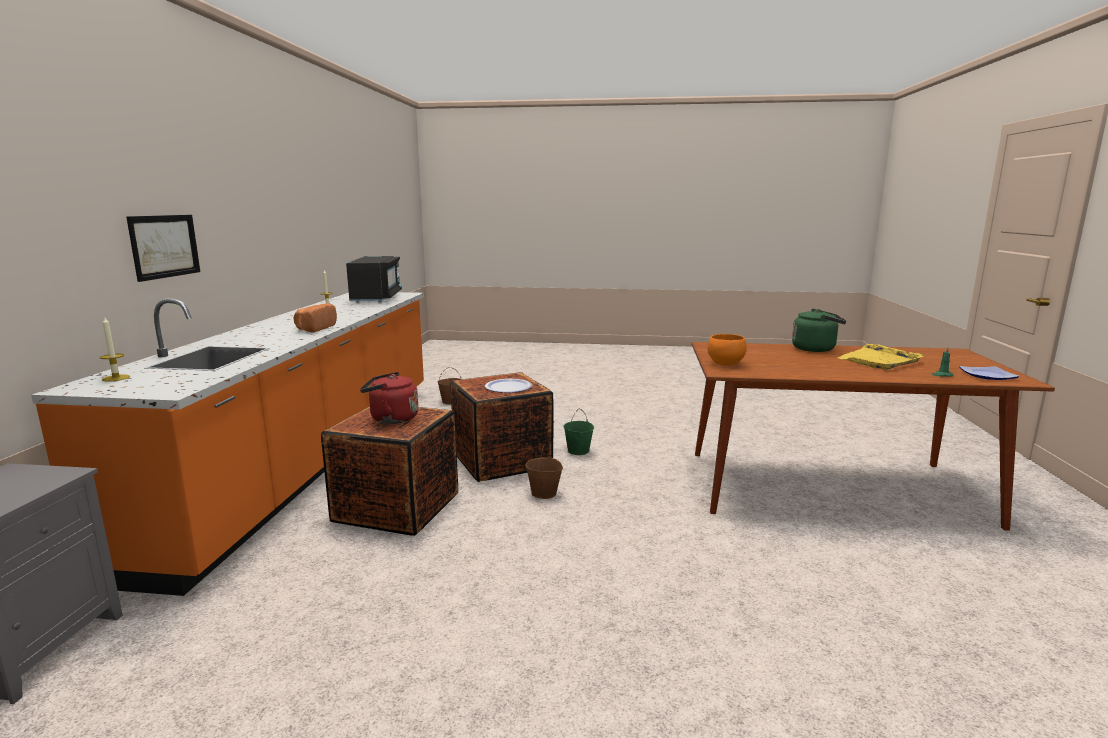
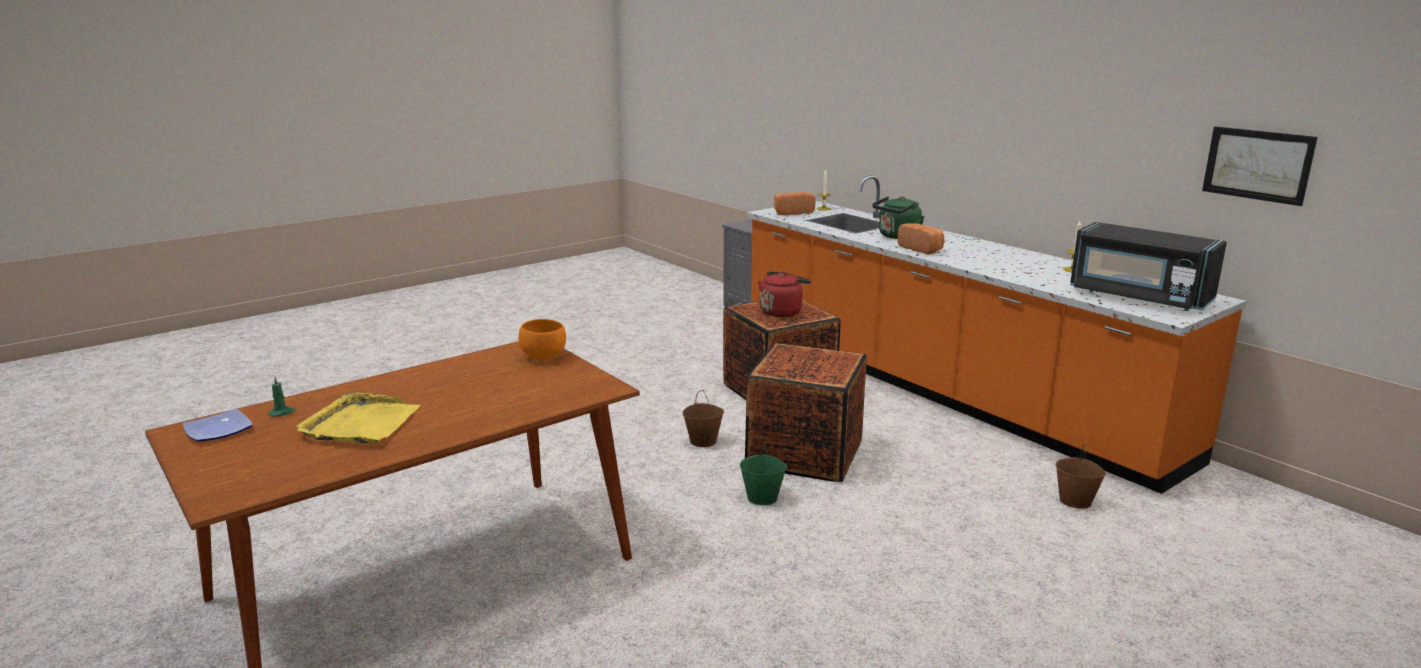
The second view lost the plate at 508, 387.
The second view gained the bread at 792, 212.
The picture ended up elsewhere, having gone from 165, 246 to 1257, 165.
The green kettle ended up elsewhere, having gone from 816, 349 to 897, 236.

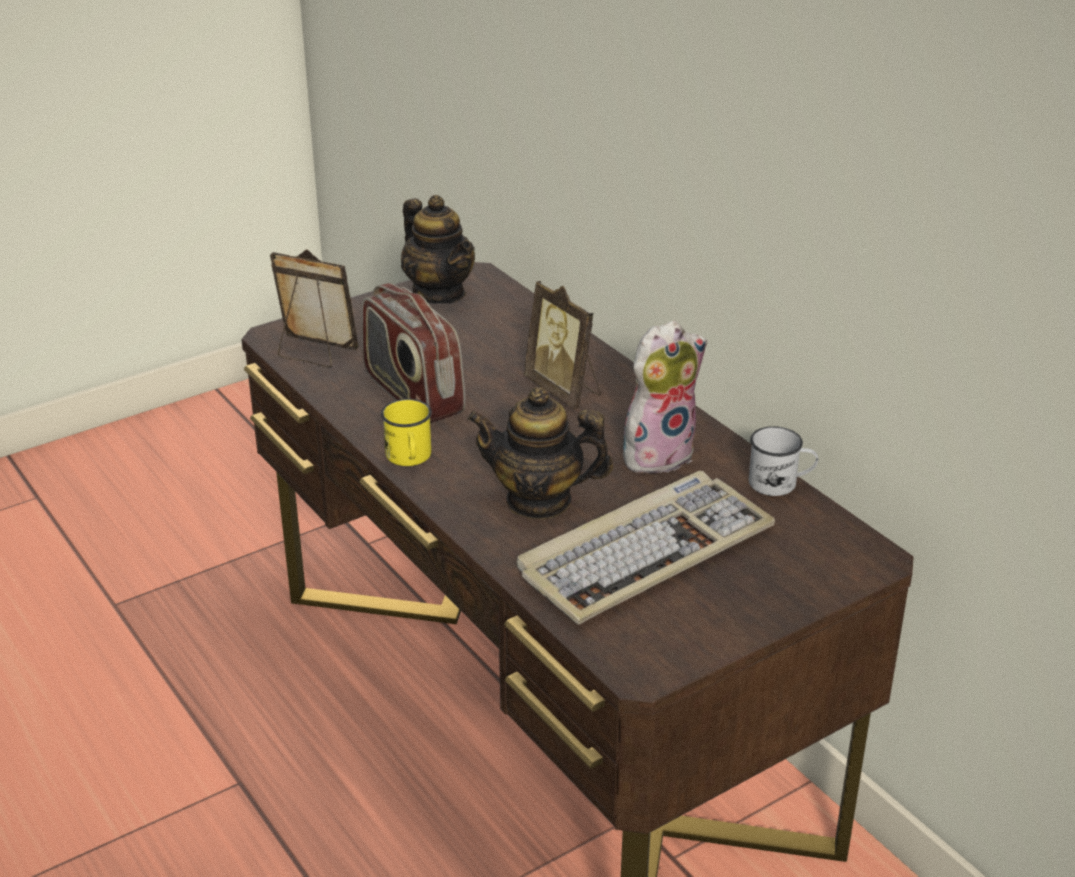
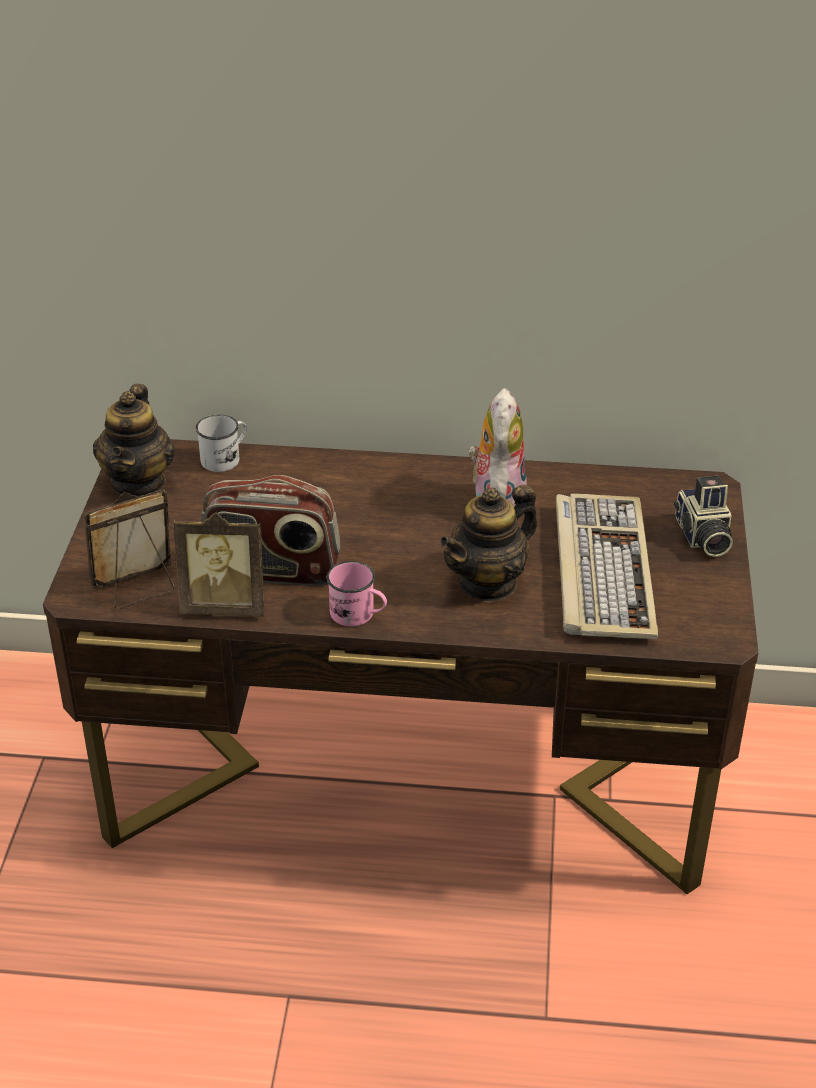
The second view gained the photo camera at 702, 537.
The picture frame ended up elsewhere, having gone from 565, 390 to 225, 606.
The white mug ended up elsewhere, having gone from 780, 483 to 225, 458.
What was the yellow mug at 409, 458 turned into the pink mug at 358, 615.
The teapot at 439, 293 ended up facing another way, 90 degrees clockwise from before.

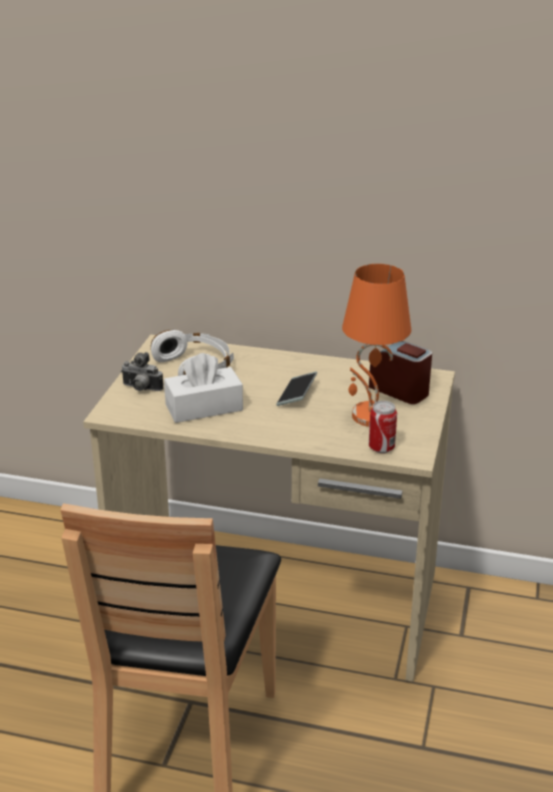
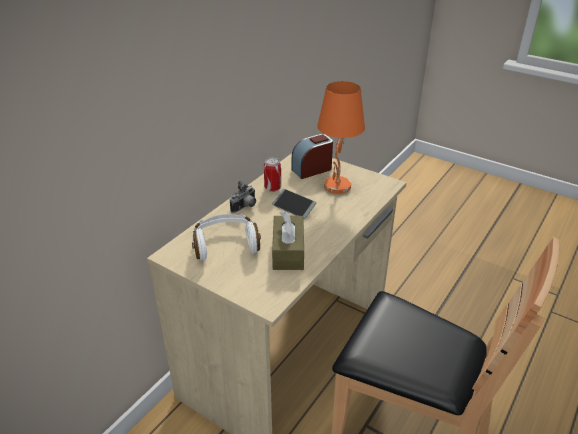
The photo camera ended up elsewhere, having gone from 141, 389 to 245, 207.
The can ended up elsewhere, having gone from 381, 448 to 272, 188.
What was the white tissue box at 204, 407 turned into the brown tissue box at 288, 251.

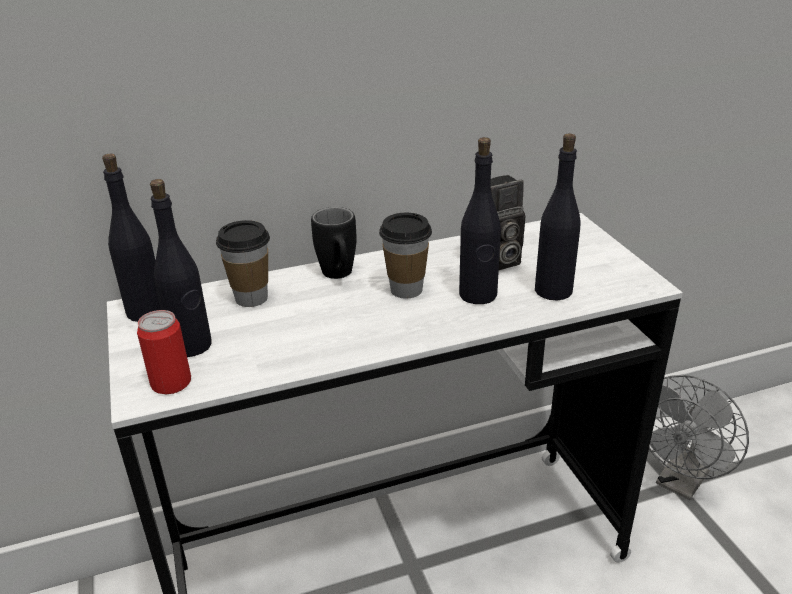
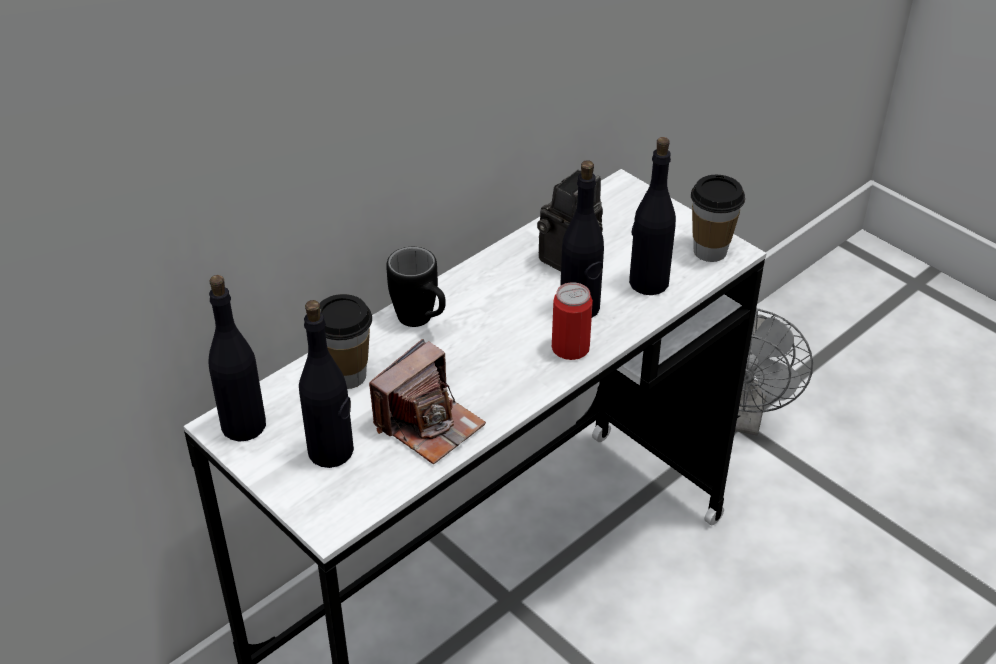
The second view gained the photo camera at 429, 424.
The can ended up elsewhere, having gone from 171, 383 to 570, 348.
The cup ended up elsewhere, having gone from 406, 290 to 710, 251.

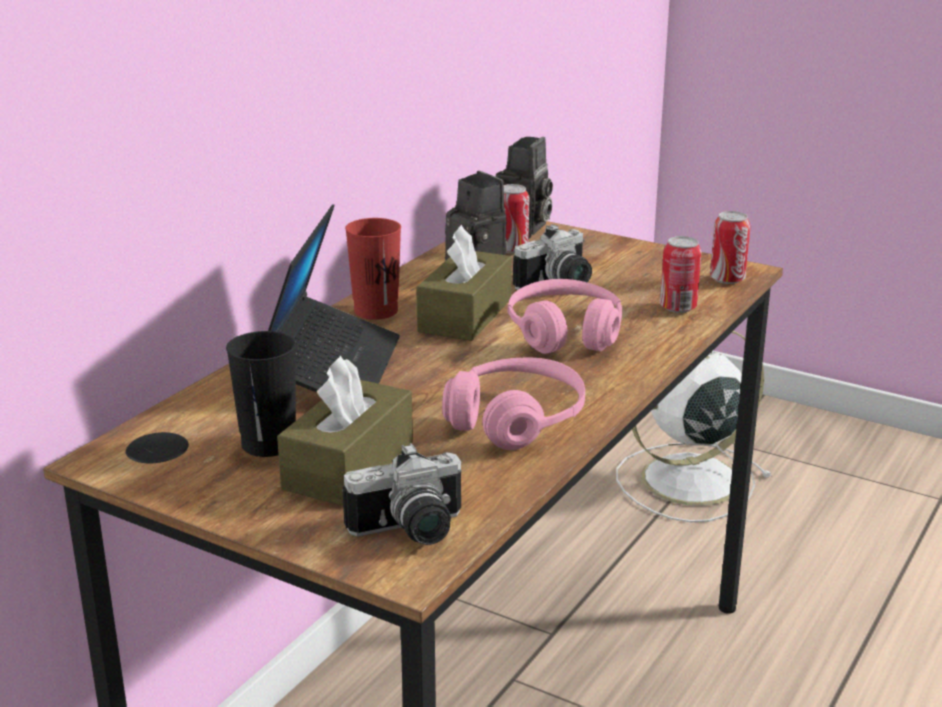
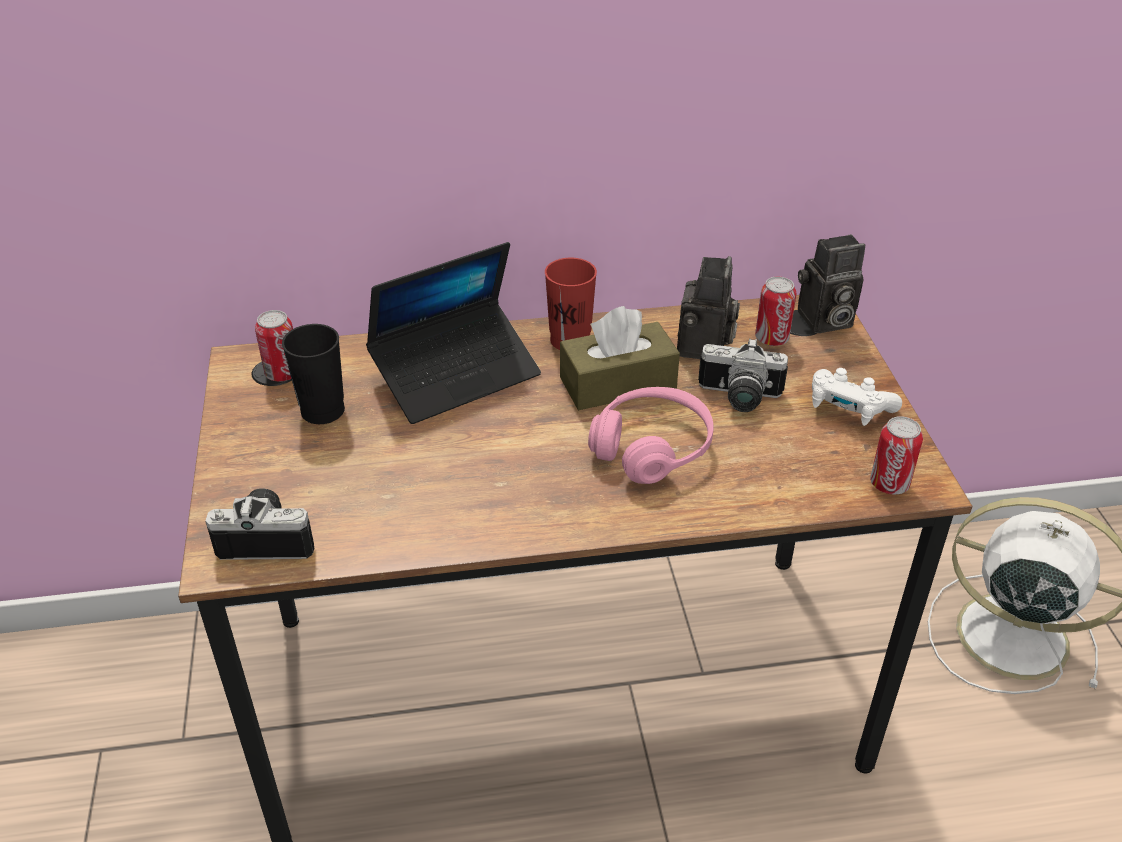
The second view lost the brown tissue box at 349, 465.
The second view lost the pink headphones at 515, 420.
The second view gained the white game controller at 848, 408.
The can ended up elsewhere, having gone from 678, 308 to 283, 373.
The photo camera at 411, 532 ended up facing another way, 150 degrees clockwise from before.

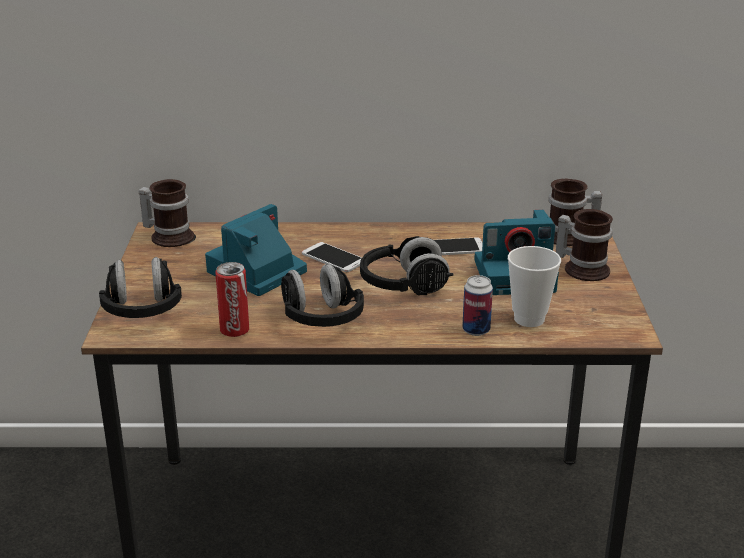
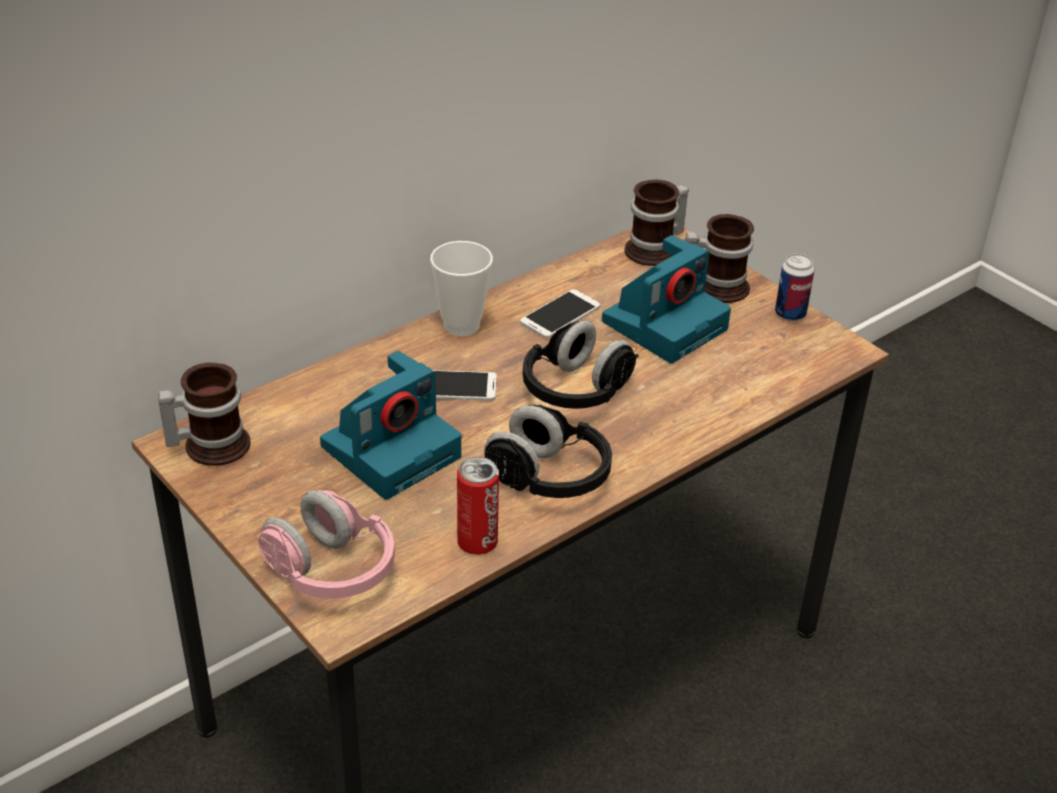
The can ended up elsewhere, having gone from 476, 330 to 790, 314.
The cup ended up elsewhere, having gone from 529, 319 to 461, 325.
What was the black headphones at 142, 310 turned into the pink headphones at 330, 570.
The photo camera at 256, 273 ended up facing another way, 135 degrees counterclockwise from before.

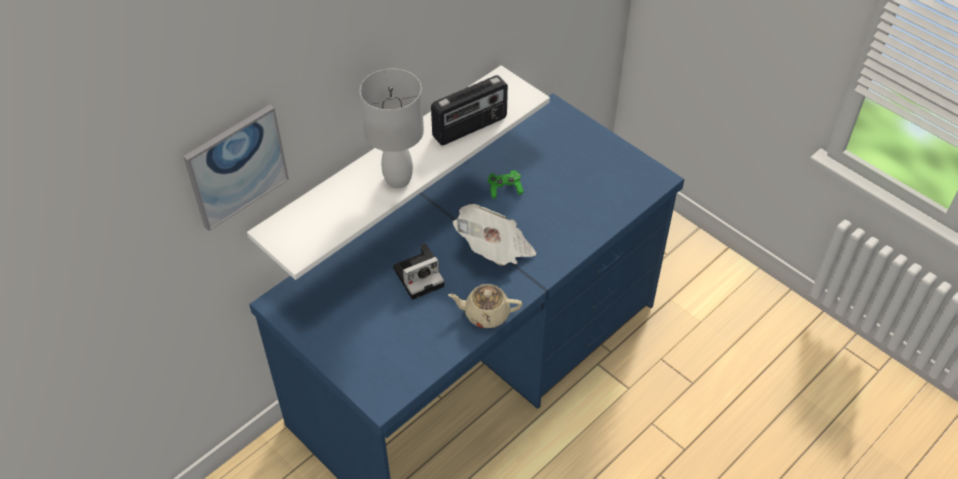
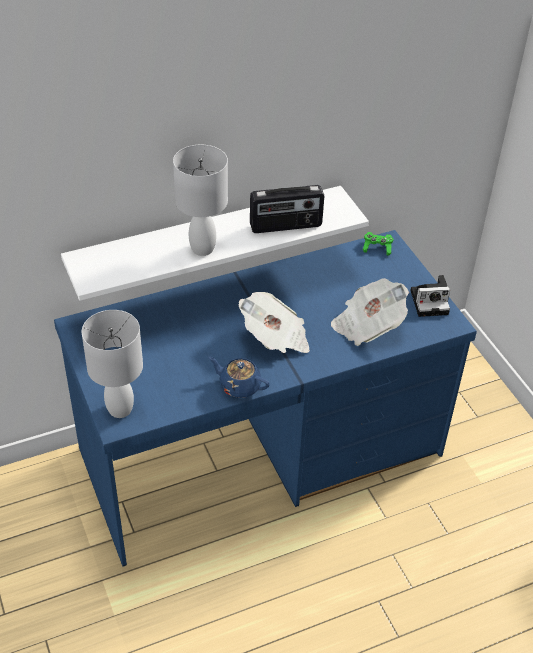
The second view lost the picture at 236, 166.
The second view gained the white table lamp at 119, 410.
The second view gained the newspaper at 367, 325.
The photo camera ended up elsewhere, having gone from 420, 276 to 430, 302.
The green game controller ended up elsewhere, having gone from 504, 189 to 377, 248.
What was the beige teapot at 485, 314 turned into the blue teapot at 239, 386.

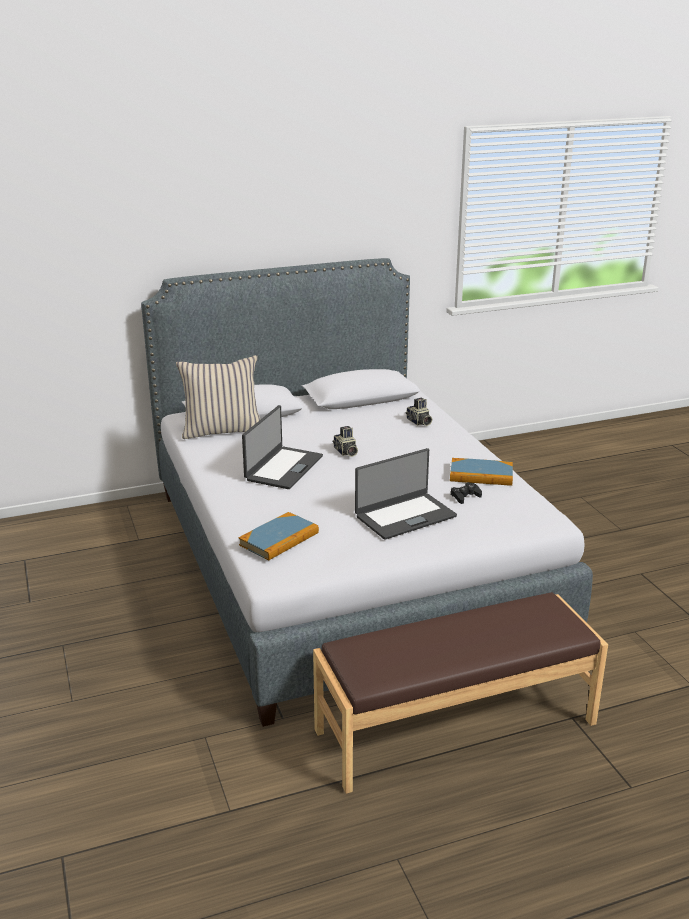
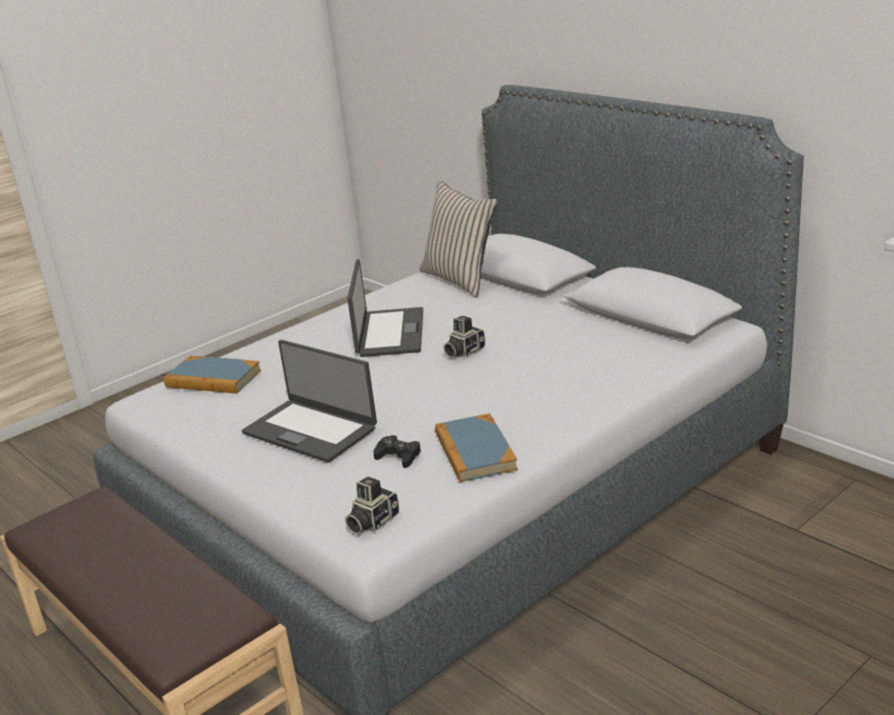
The photo camera ended up elsewhere, having gone from 419, 422 to 371, 522.
The laptop at 283, 468 ended up facing another way, 90 degrees counterclockwise from before.

